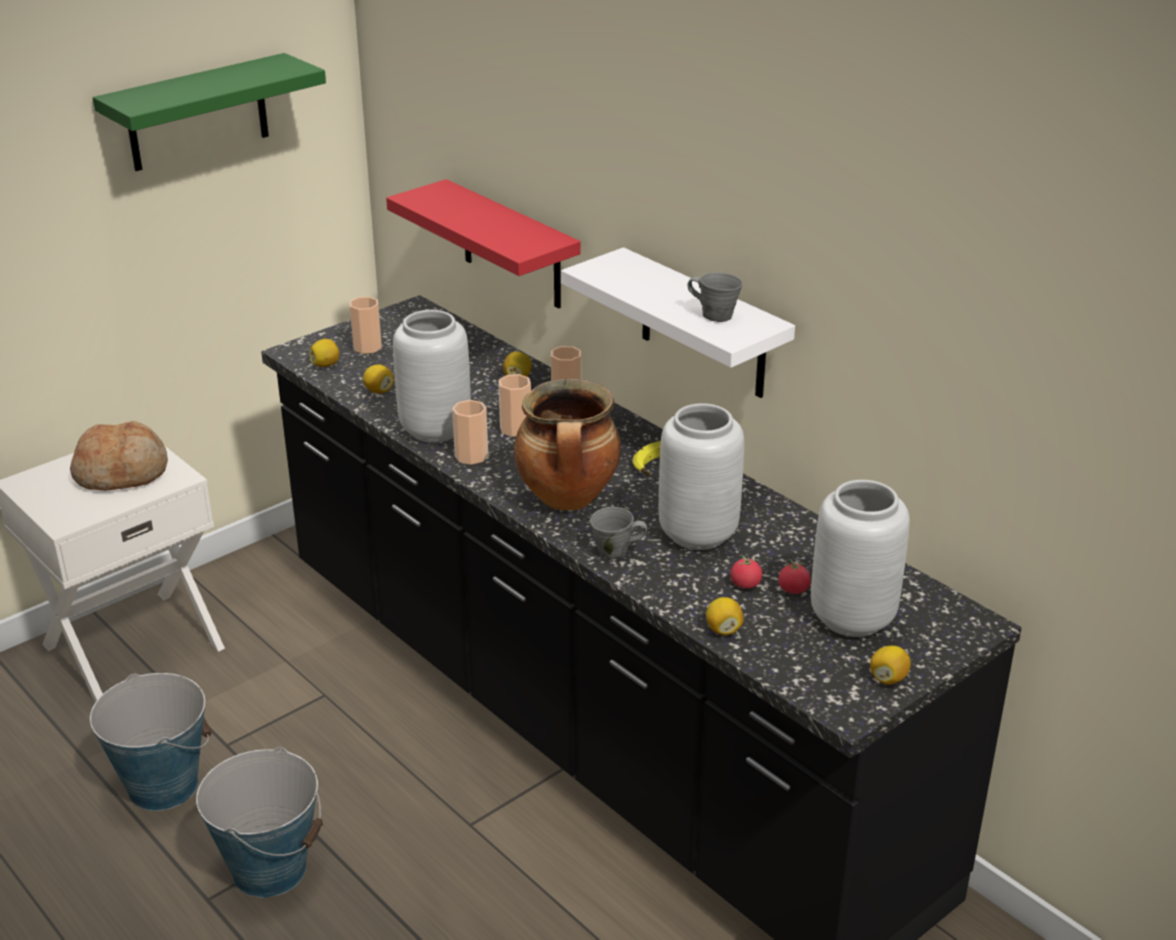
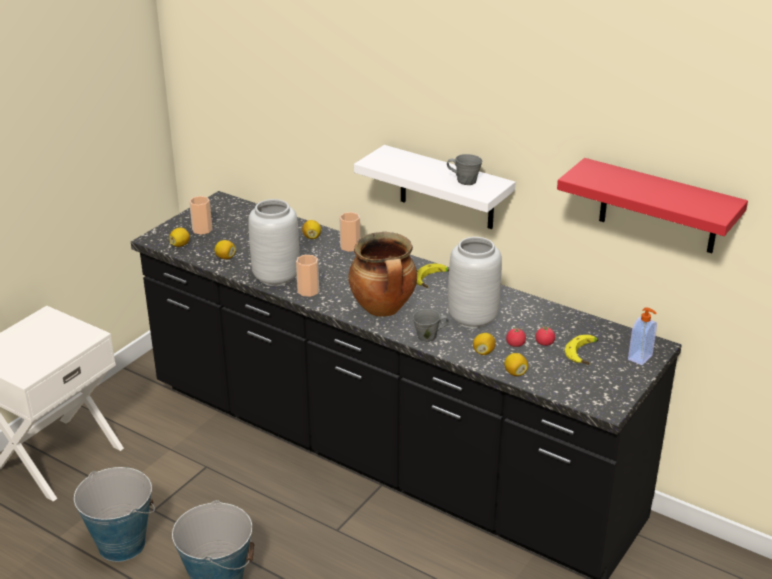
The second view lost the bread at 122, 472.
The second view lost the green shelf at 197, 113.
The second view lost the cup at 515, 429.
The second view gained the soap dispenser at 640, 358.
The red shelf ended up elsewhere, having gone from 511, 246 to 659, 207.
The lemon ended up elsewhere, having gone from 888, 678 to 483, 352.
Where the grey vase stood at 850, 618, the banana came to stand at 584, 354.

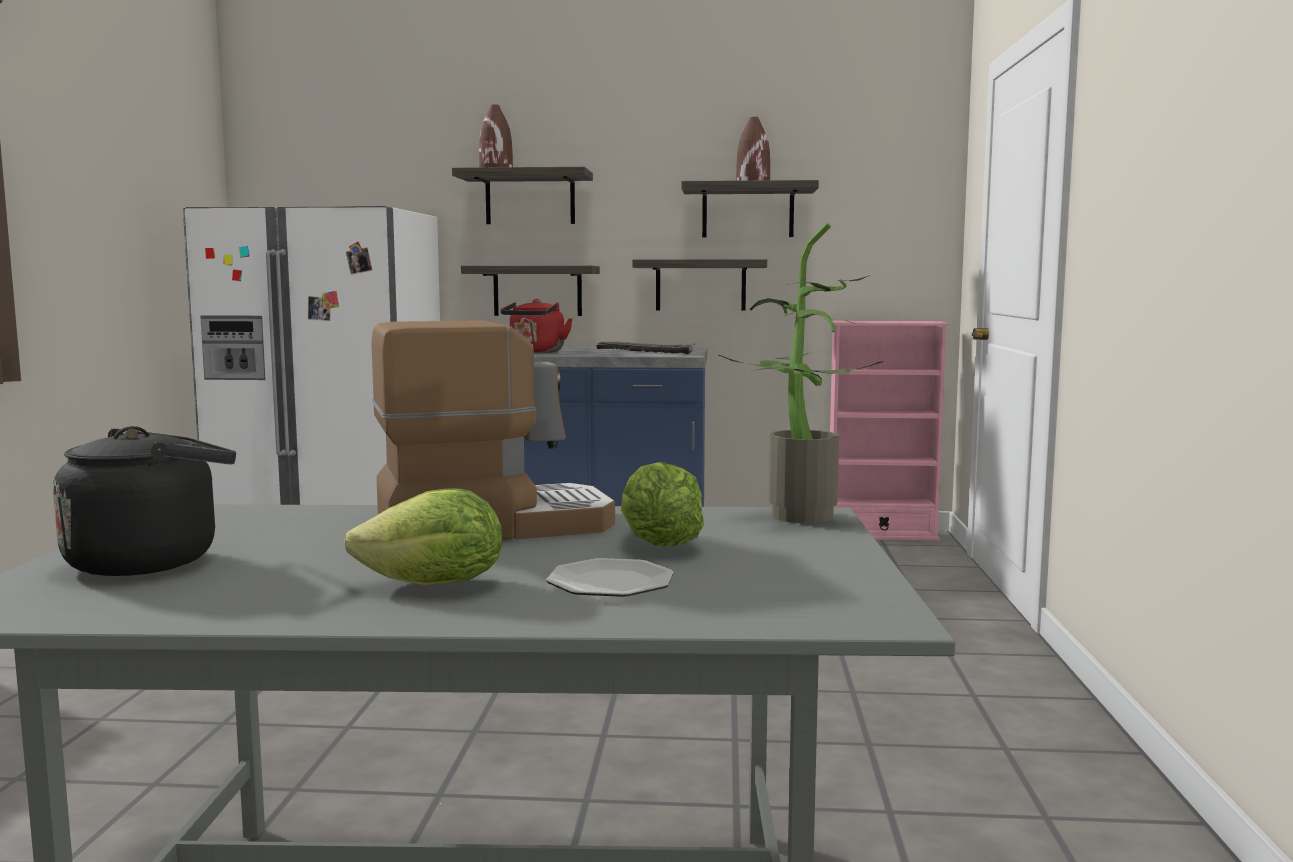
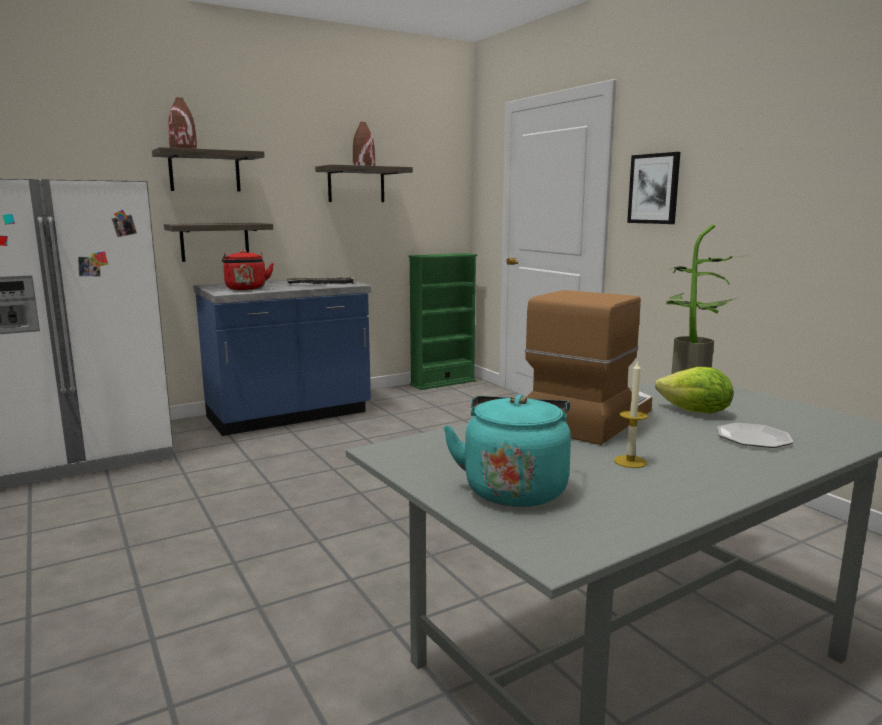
The second view lost the lettuce at 435, 585.
The second view lost the shelf at 700, 285.
The second view gained the candle at 630, 461.
The second view gained the picture at 654, 189.
What was the black kettle at 151, 561 turned into the turquoise kettle at 515, 488.
What was the pink bookcase at 881, 535 turned into the green bookcase at 443, 383.

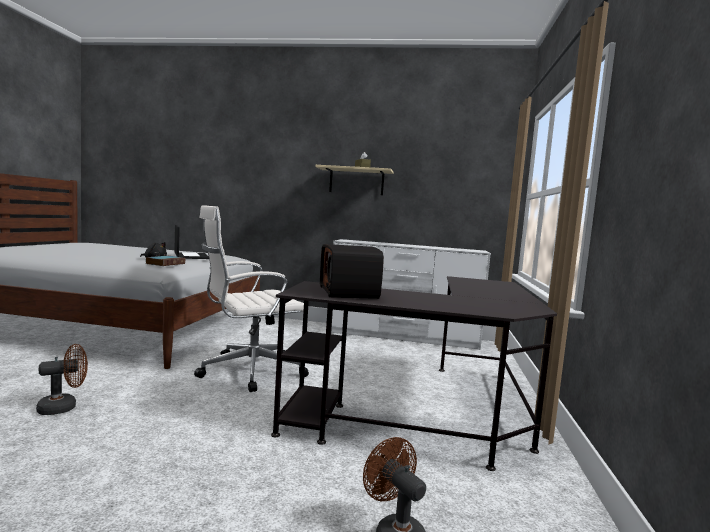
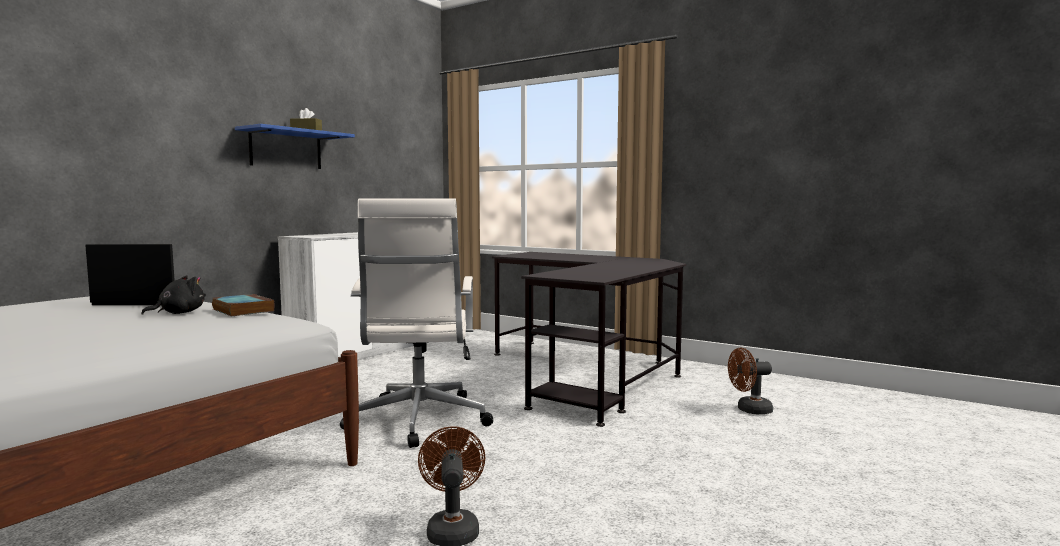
The second view lost the radio at 349, 292.
What was the beige shelf at 356, 181 turned into the blue shelf at 286, 149.

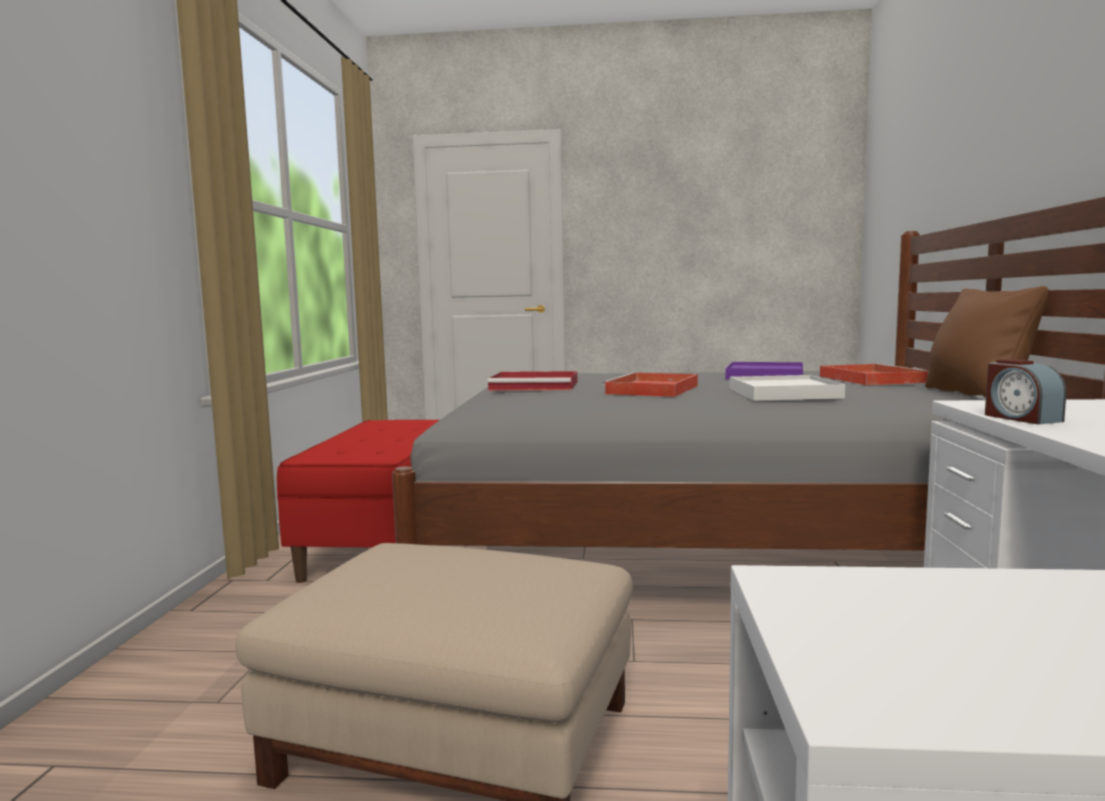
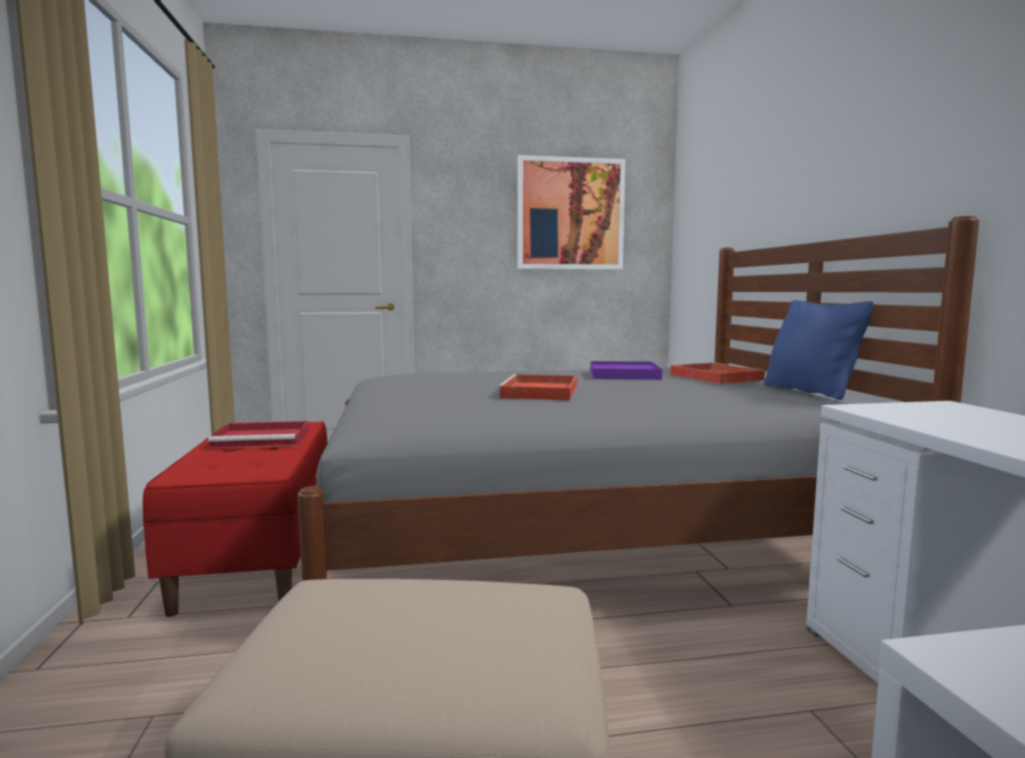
The second view lost the white tray at 783, 393.
The second view lost the alarm clock at 1020, 418.
The second view gained the picture at 570, 214.
The red tray ended up elsewhere, having gone from 536, 386 to 264, 439.
What was the brown pillow at 976, 394 turned into the blue pillow at 810, 391.

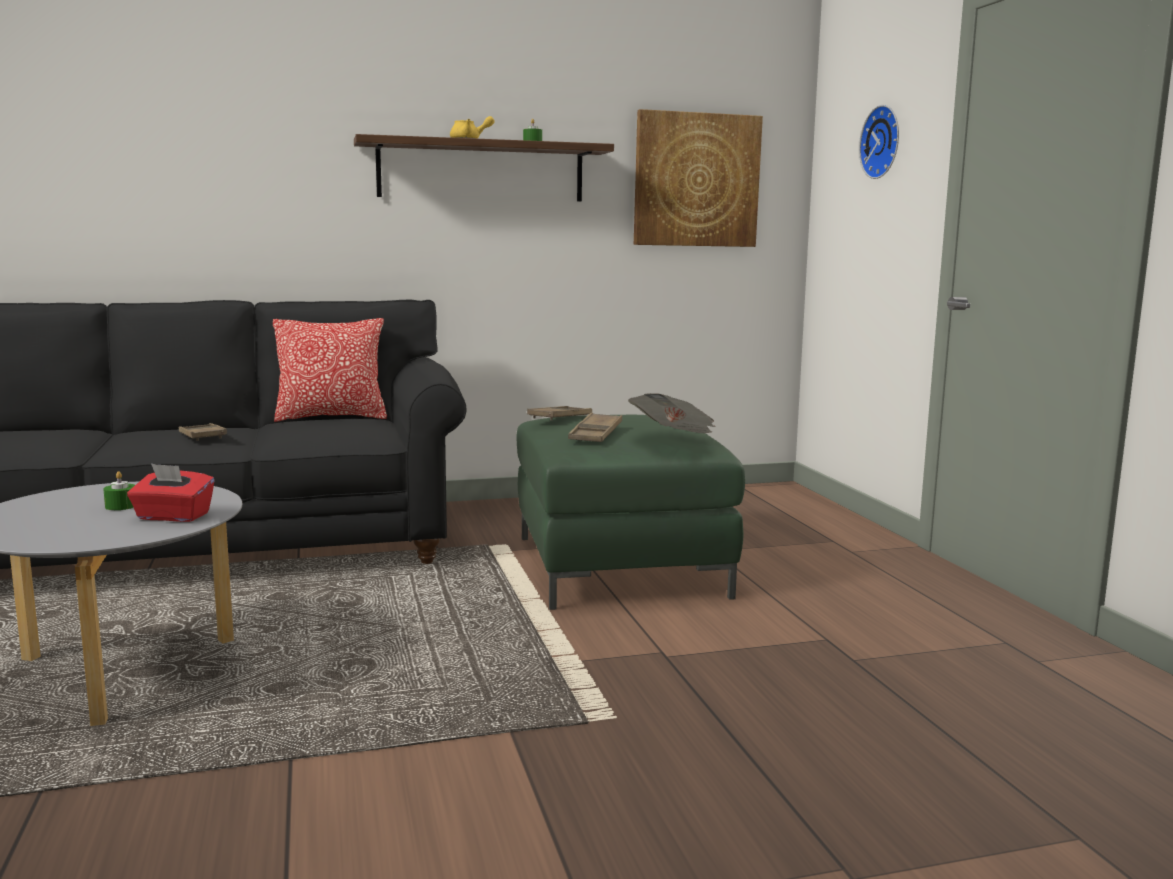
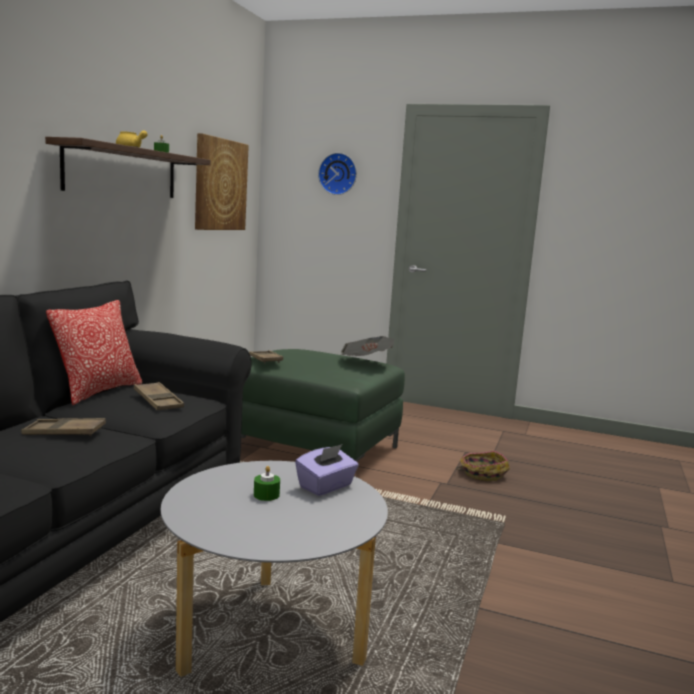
The second view gained the basket at 482, 473.
The brown tray ended up elsewhere, having gone from 596, 434 to 158, 401.
What was the red tissue box at 173, 517 turned into the purple tissue box at 326, 486.

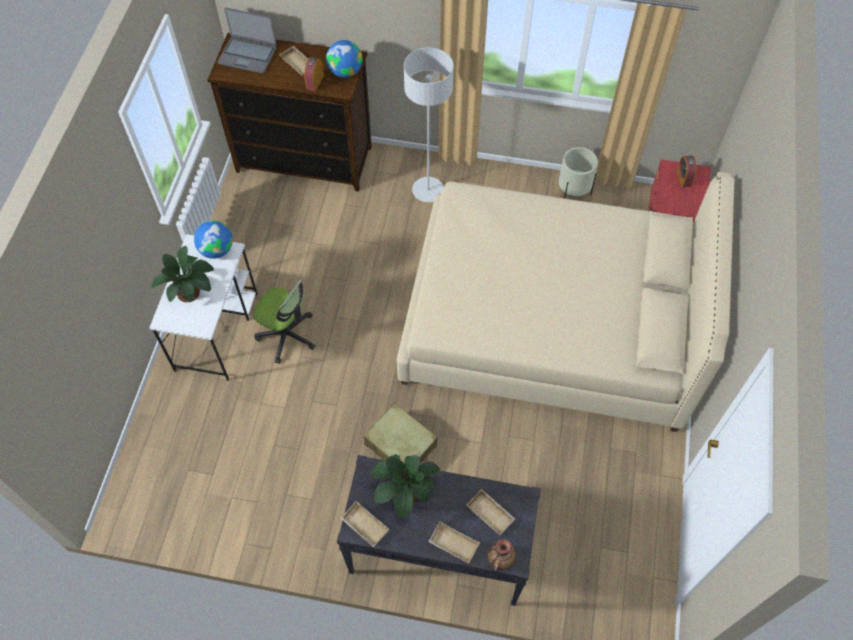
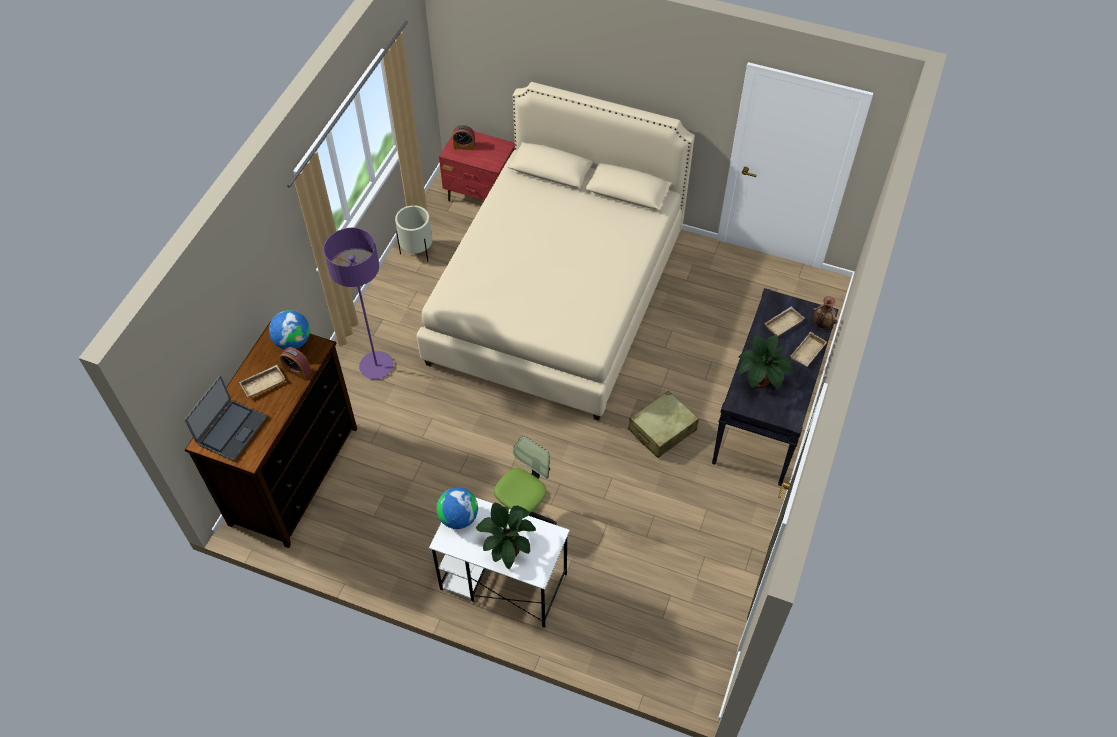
The second view lost the beige tray at 363, 526.
What was the grey floor lamp at 428, 190 turned into the purple floor lamp at 376, 366.

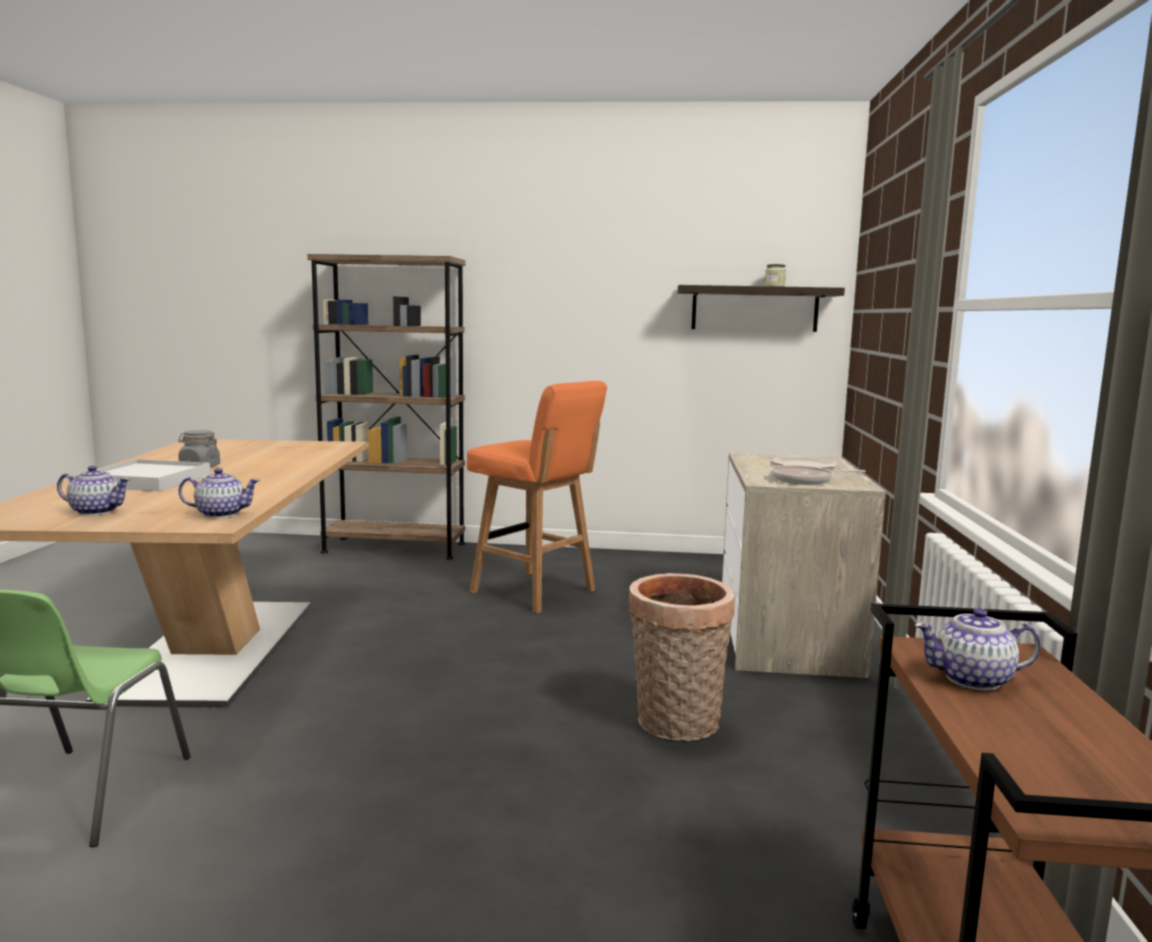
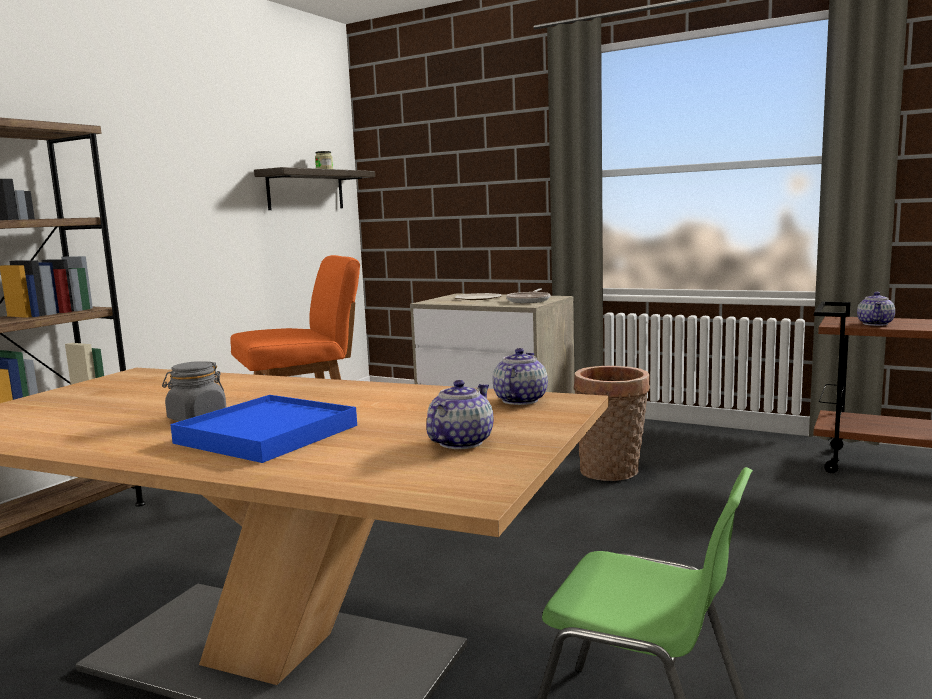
What was the white tray at 147, 481 turned into the blue tray at 267, 434.

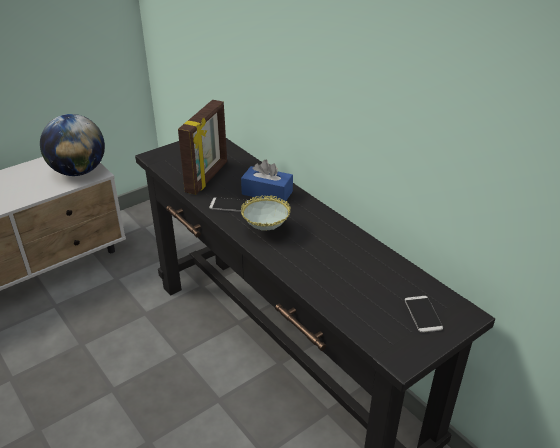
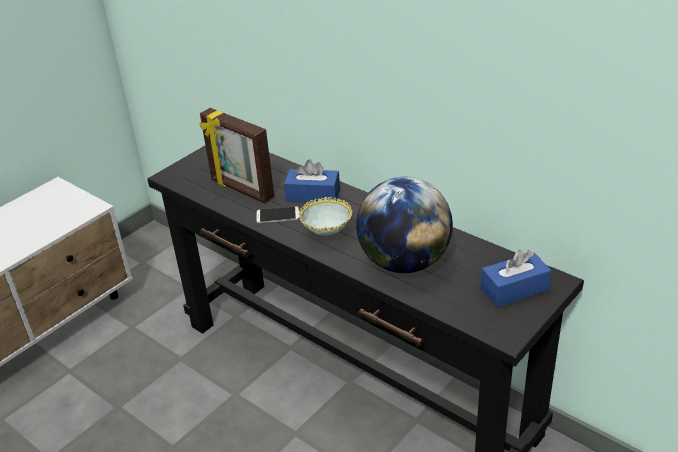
The globe ended up elsewhere, having gone from 78, 171 to 404, 262.
Where the phone stood at 423, 314, the blue tissue box came to stand at 514, 289.
The picture frame at 208, 177 ended up facing another way, 120 degrees clockwise from before.

